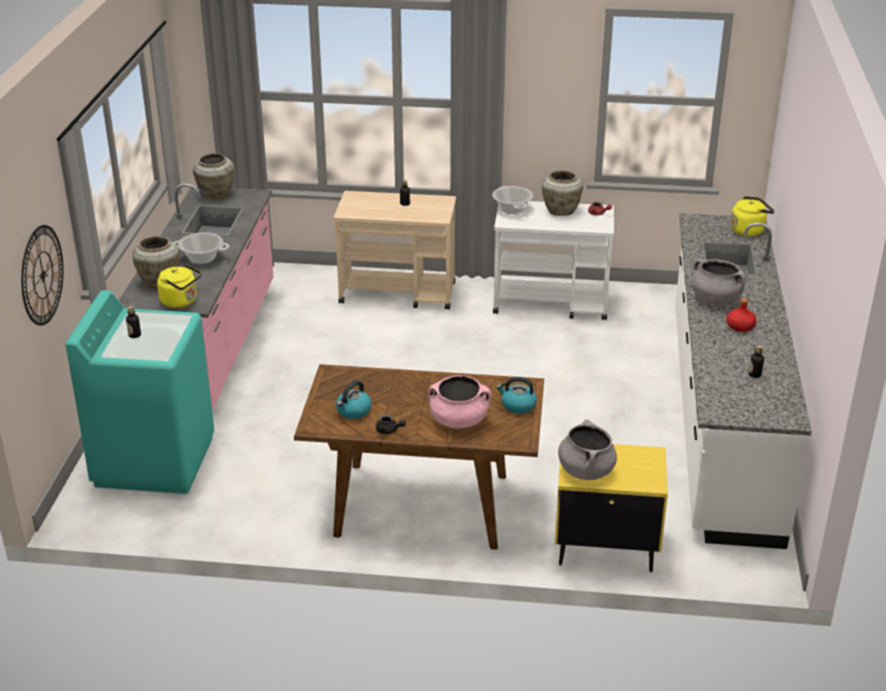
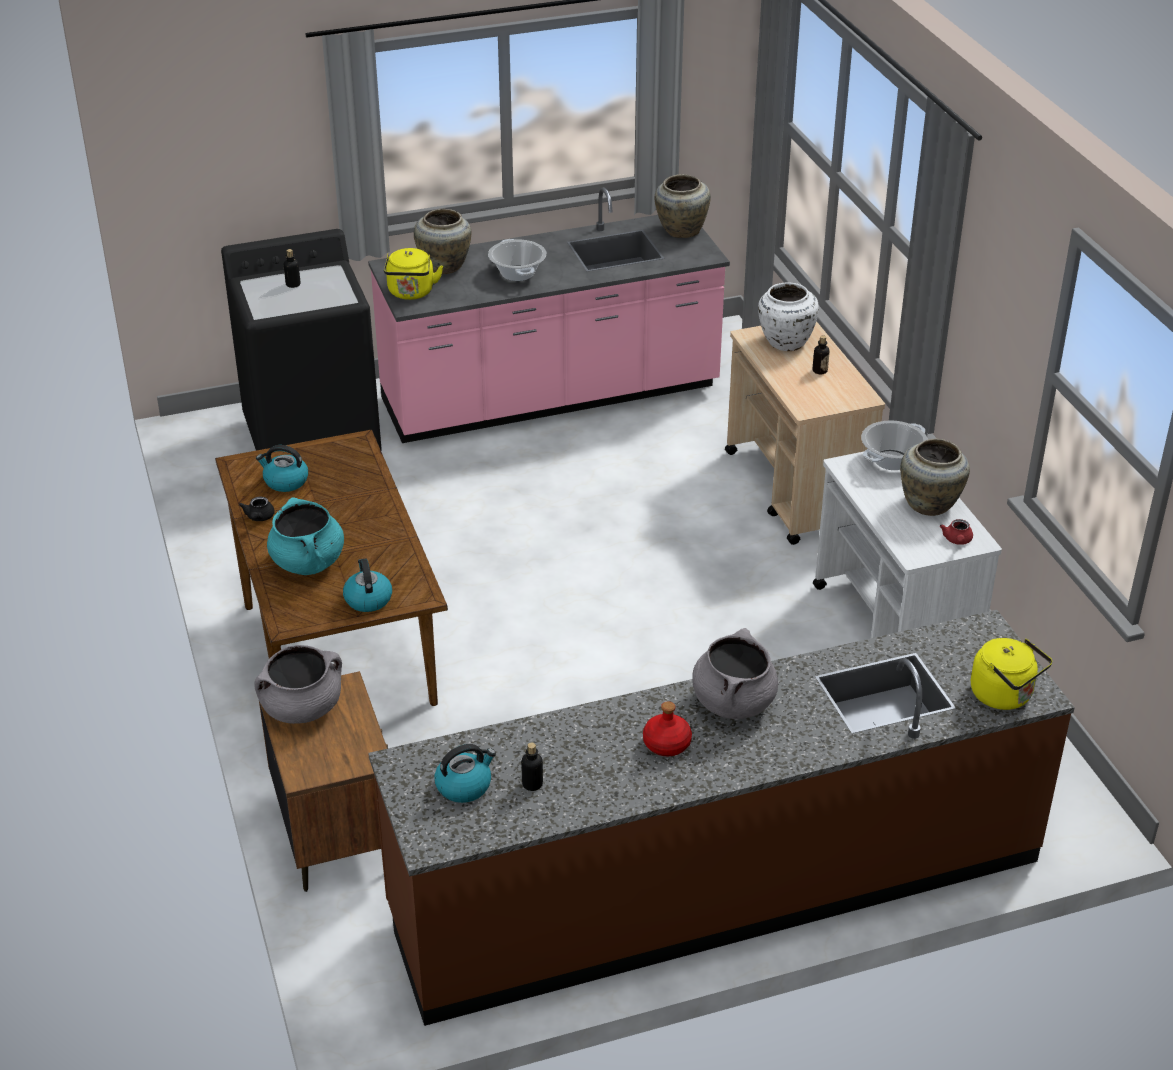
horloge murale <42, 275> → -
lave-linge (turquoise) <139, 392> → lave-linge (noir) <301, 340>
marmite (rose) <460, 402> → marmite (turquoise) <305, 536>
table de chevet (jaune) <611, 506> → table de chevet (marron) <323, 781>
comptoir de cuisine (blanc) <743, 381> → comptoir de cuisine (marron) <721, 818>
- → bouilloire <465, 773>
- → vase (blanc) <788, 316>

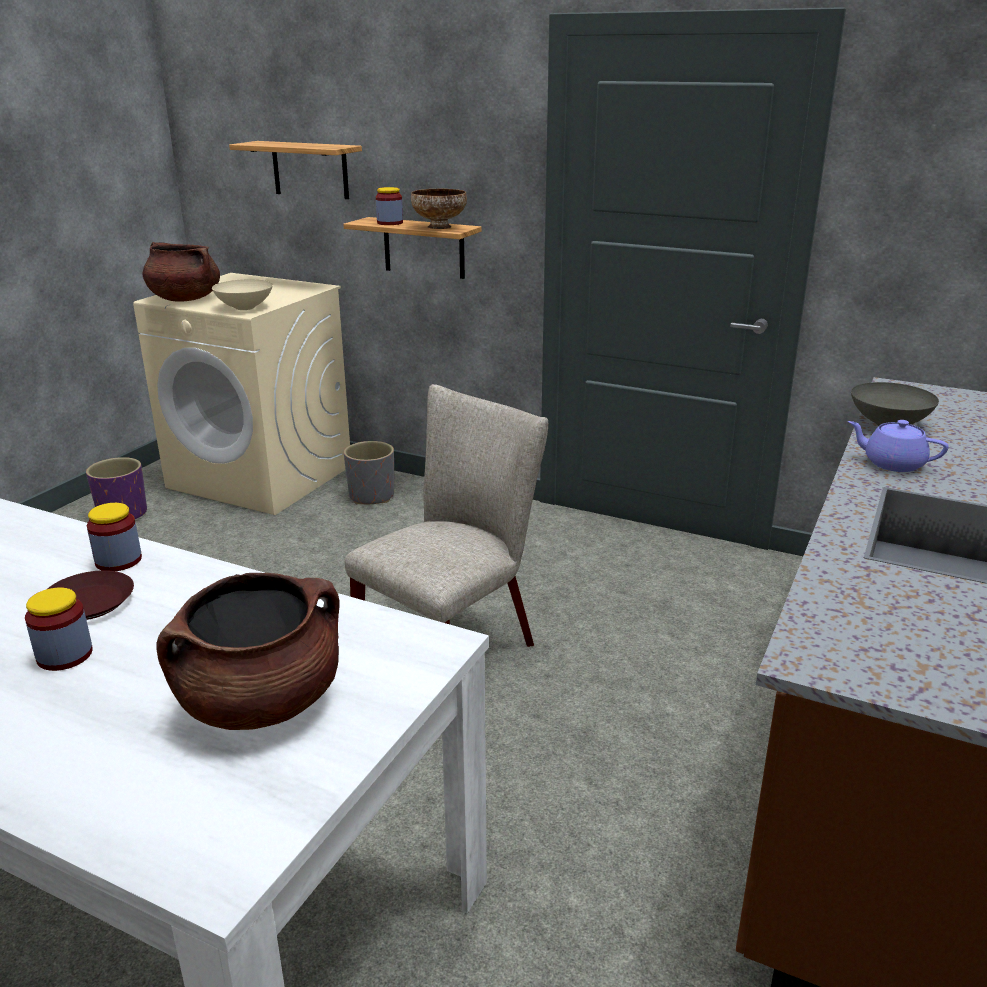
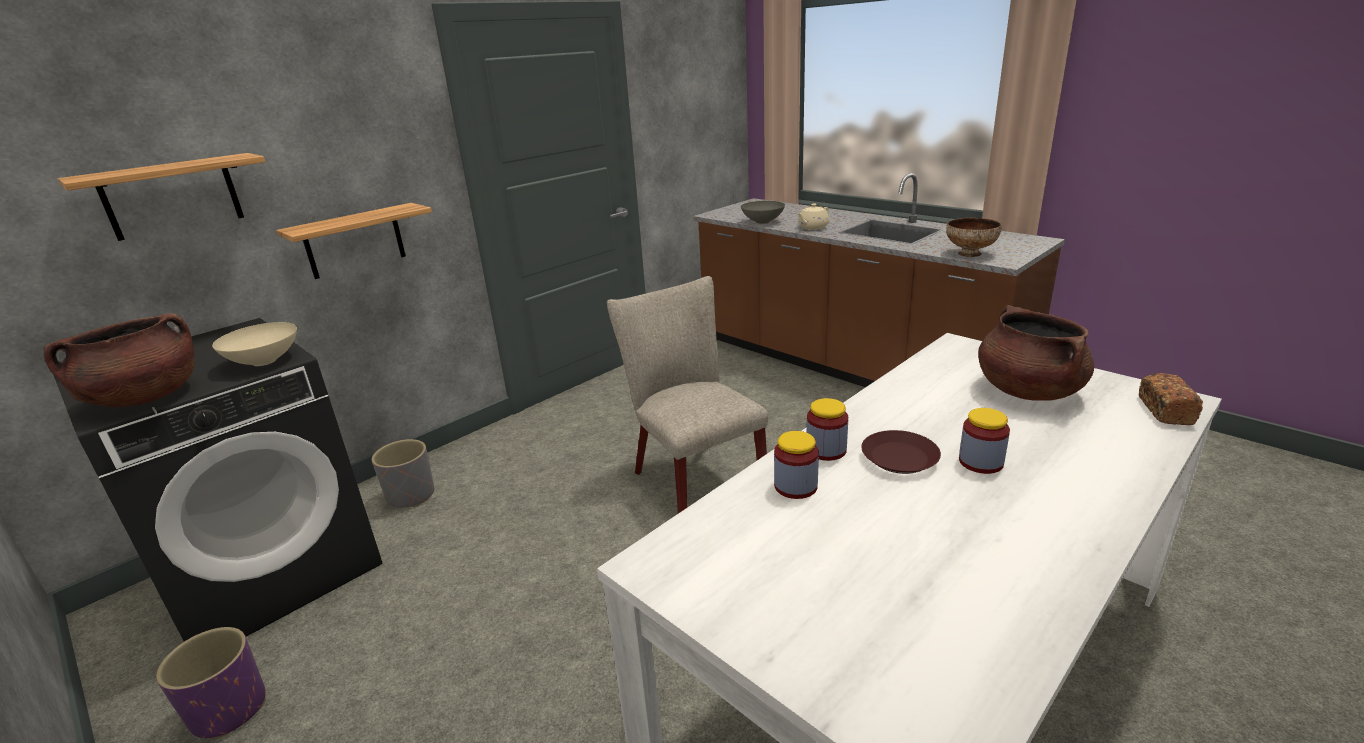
lave-linge (beige) <241, 394> → lave-linge (noir) <218, 479>
bocal <389, 206> → bocal <796, 465>, shifted
bol <439, 209> → bol <973, 237>, shifted
théière (violet) <898, 446> → théière (beige) <813, 216>
- → pain <1171, 399>

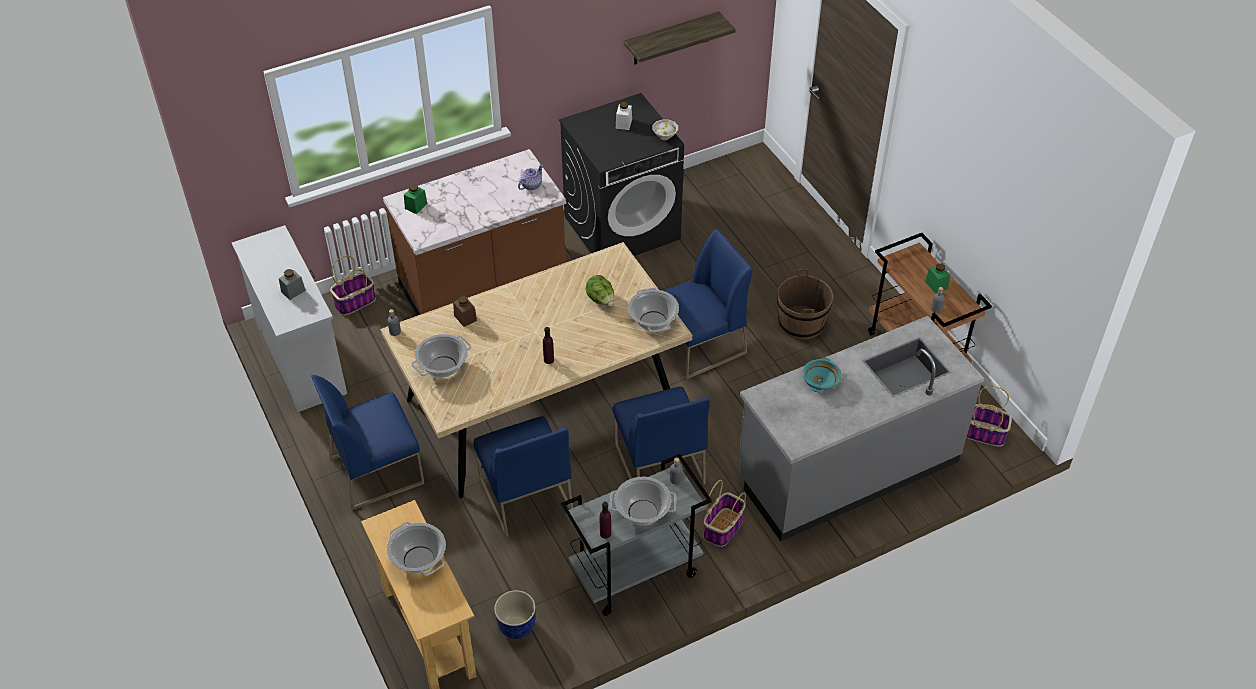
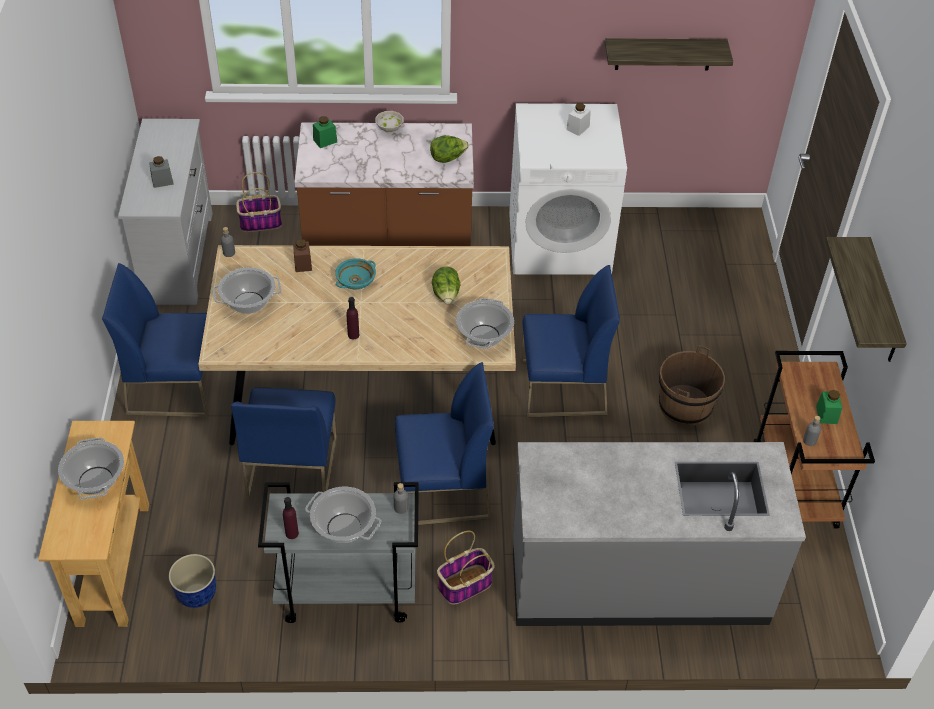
théière <530, 177> → laitue <449, 149>
lave-linge (noir) <621, 174> → lave-linge (blanc) <568, 189>
chaise (bleu) <661, 436> → chaise (bleu) <444, 443>, 105 degrees counterclockwise
bol (blanc) <665, 129> → bol (blanc) <389, 122>, shifted
bol (turquoise) <822, 375> → bol (turquoise) <355, 273>, shifted
panier <989, 416> → -
- → étagère <866, 299>

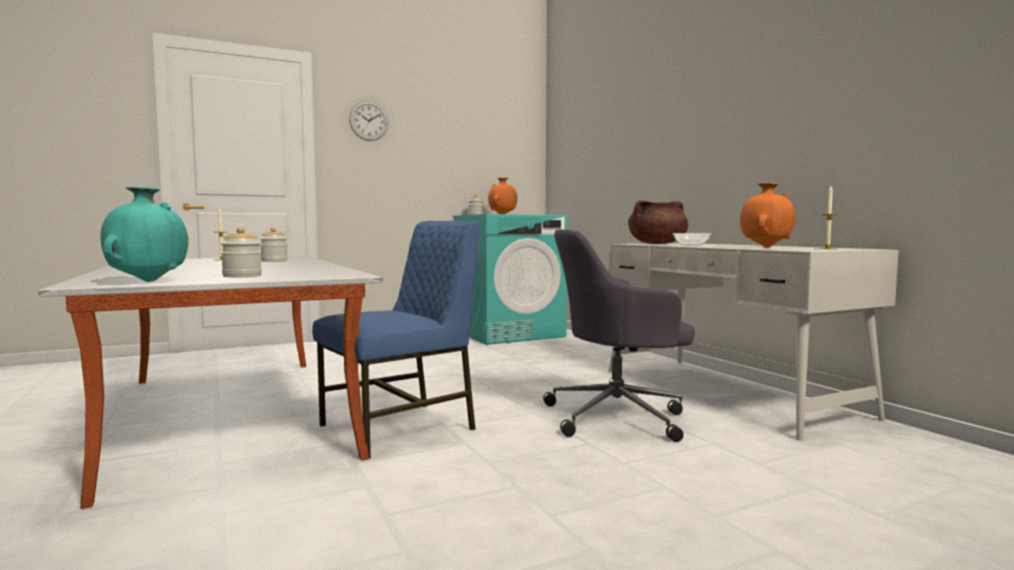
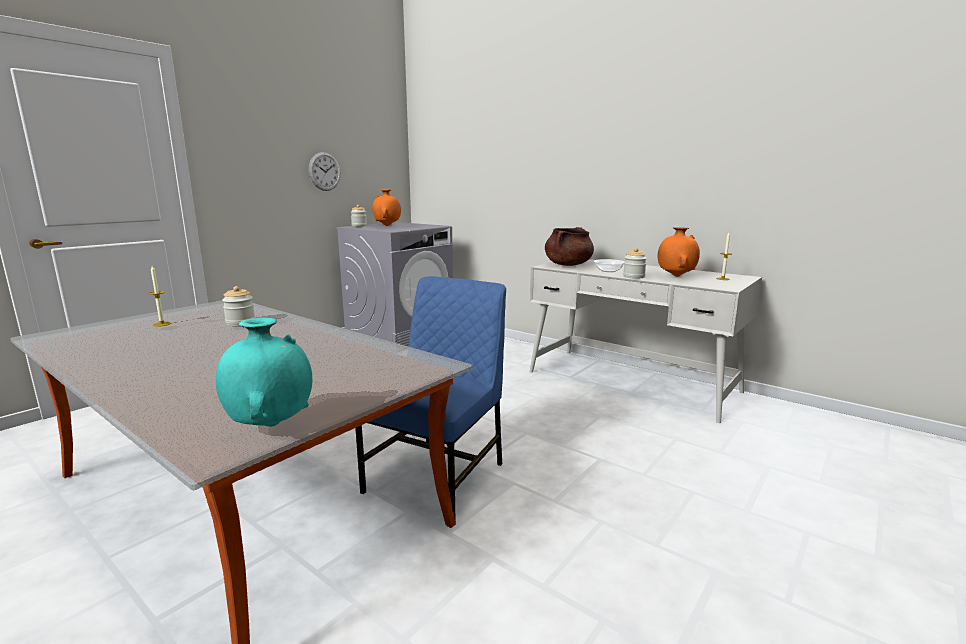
bocal <241, 252> → bocal <635, 263>, shifted
horloge murale <368, 121> → horloge murale <325, 171>, shifted
lave-linge (turquoise) <510, 279> → lave-linge (gris) <394, 284>
chaise de bureau (gris) <619, 335> → -

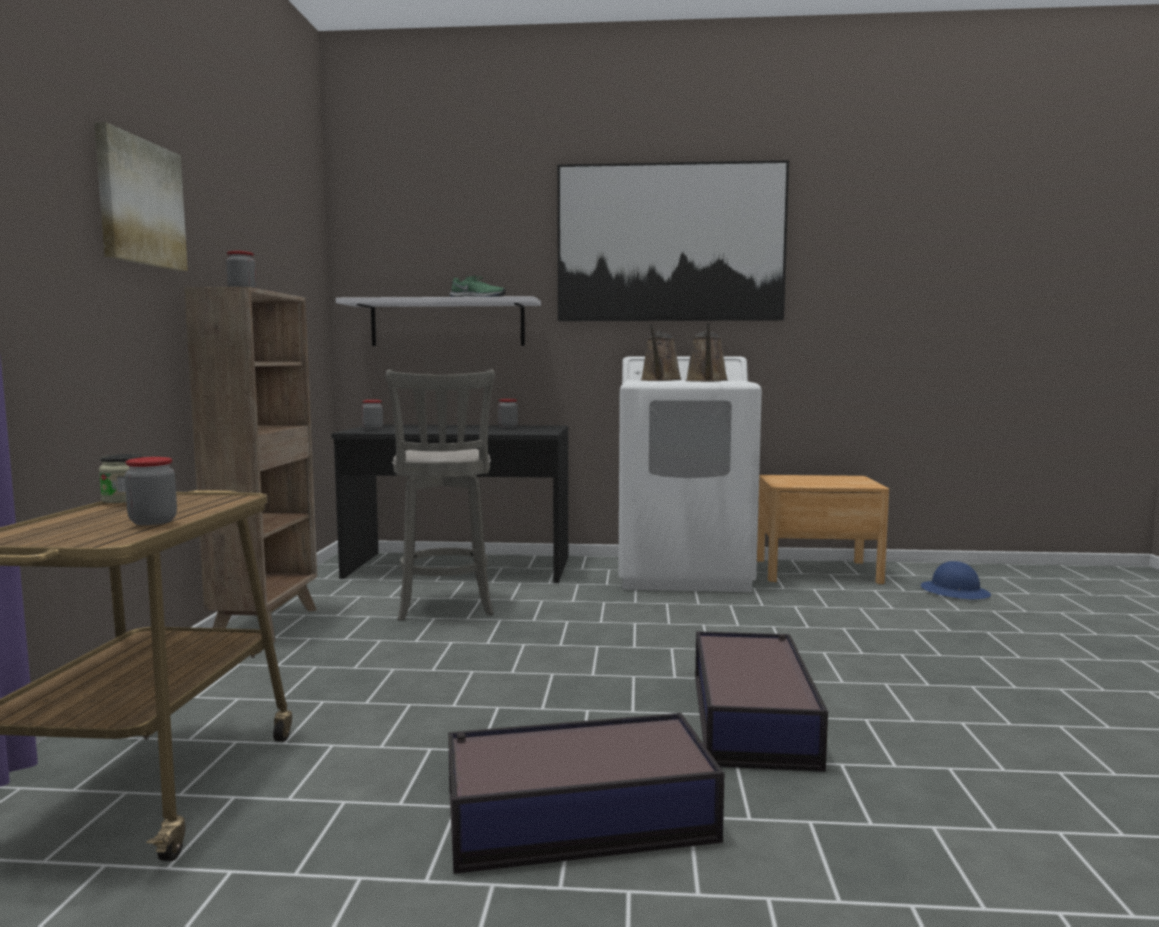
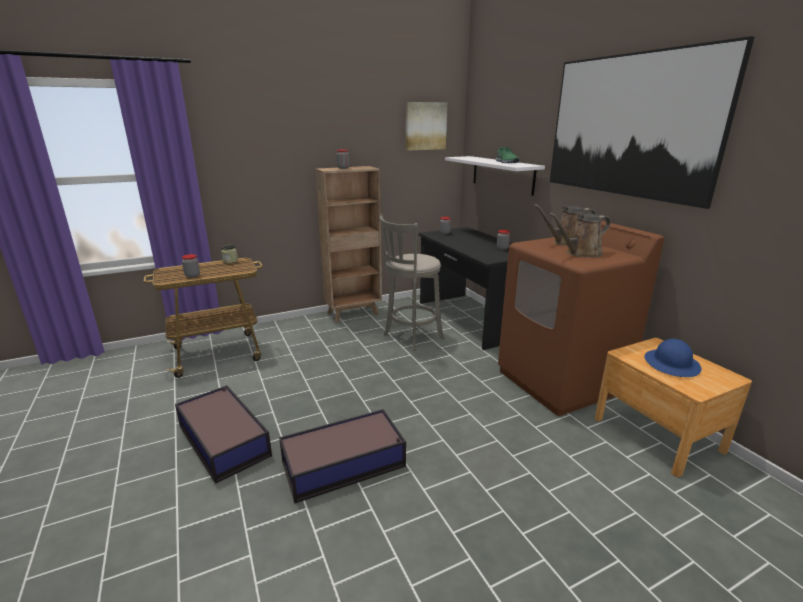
tableau <141, 196> → tableau <426, 126>, shifted
lave-linge (blanc) <690, 474> → lave-linge (marron) <581, 318>
casque de chantier (bleu) <956, 580> → casque de chantier (bleu) <673, 358>, shifted

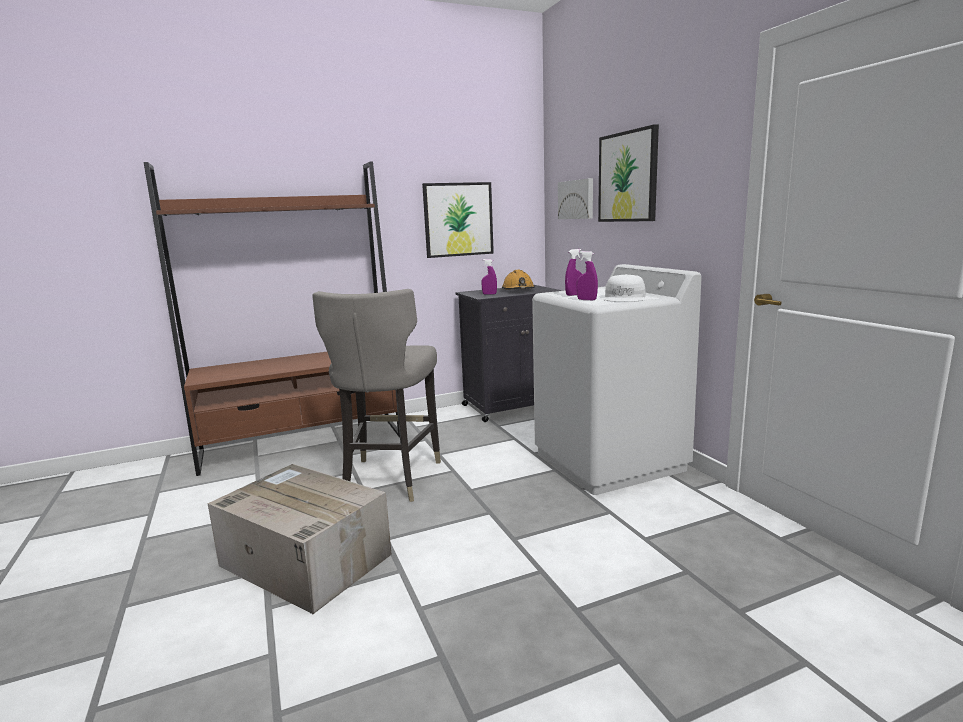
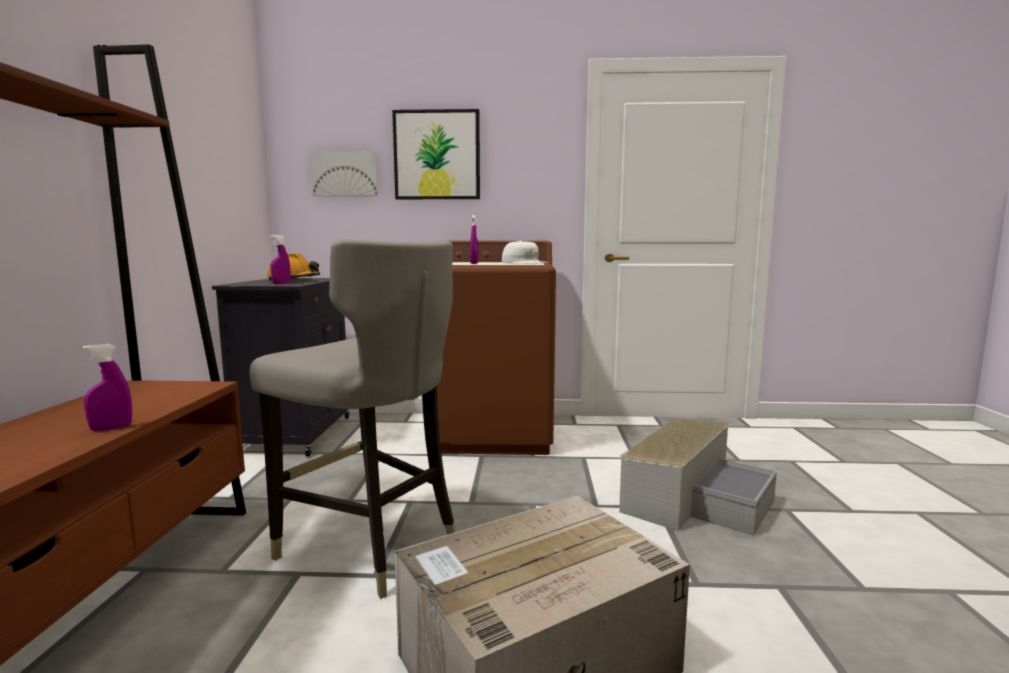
tableau <458, 220> → -
lave-linge (blanc) <617, 379> → lave-linge (marron) <496, 348>
vaporisateur (violet) <587, 275> → vaporisateur (violet) <107, 387>, shifted
- → boîte de rangement (gris) <698, 477>

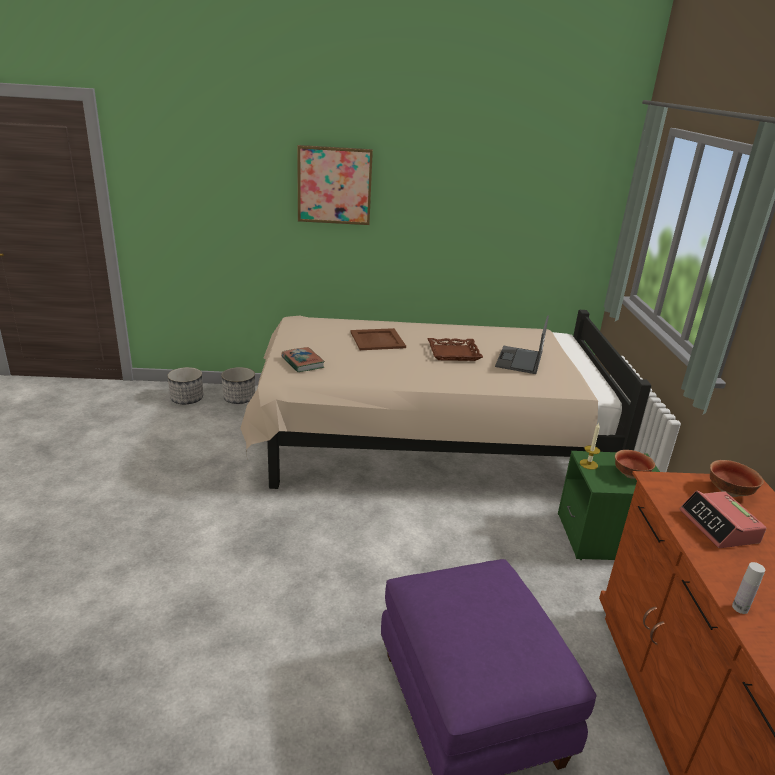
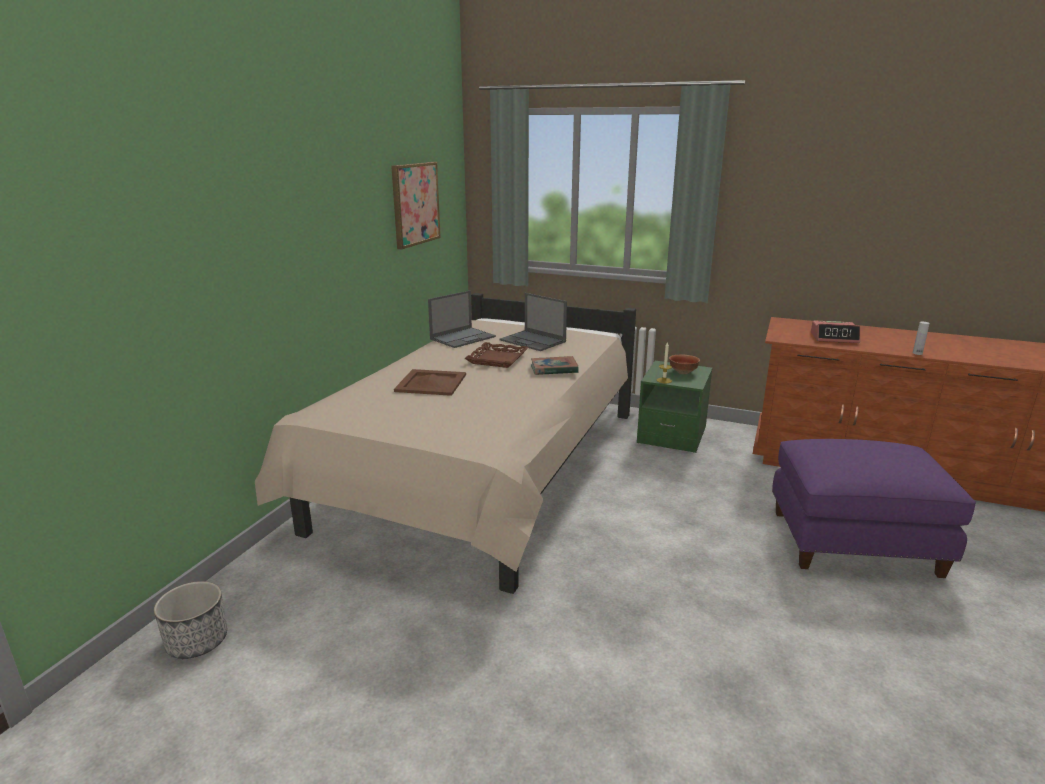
cache-pot <238, 385> → -
livre <303, 359> → livre <555, 365>, shifted
tableau <335, 185> → tableau <416, 205>, shifted
bol <737, 478> → -
- → ordinateur portable <462, 319>

